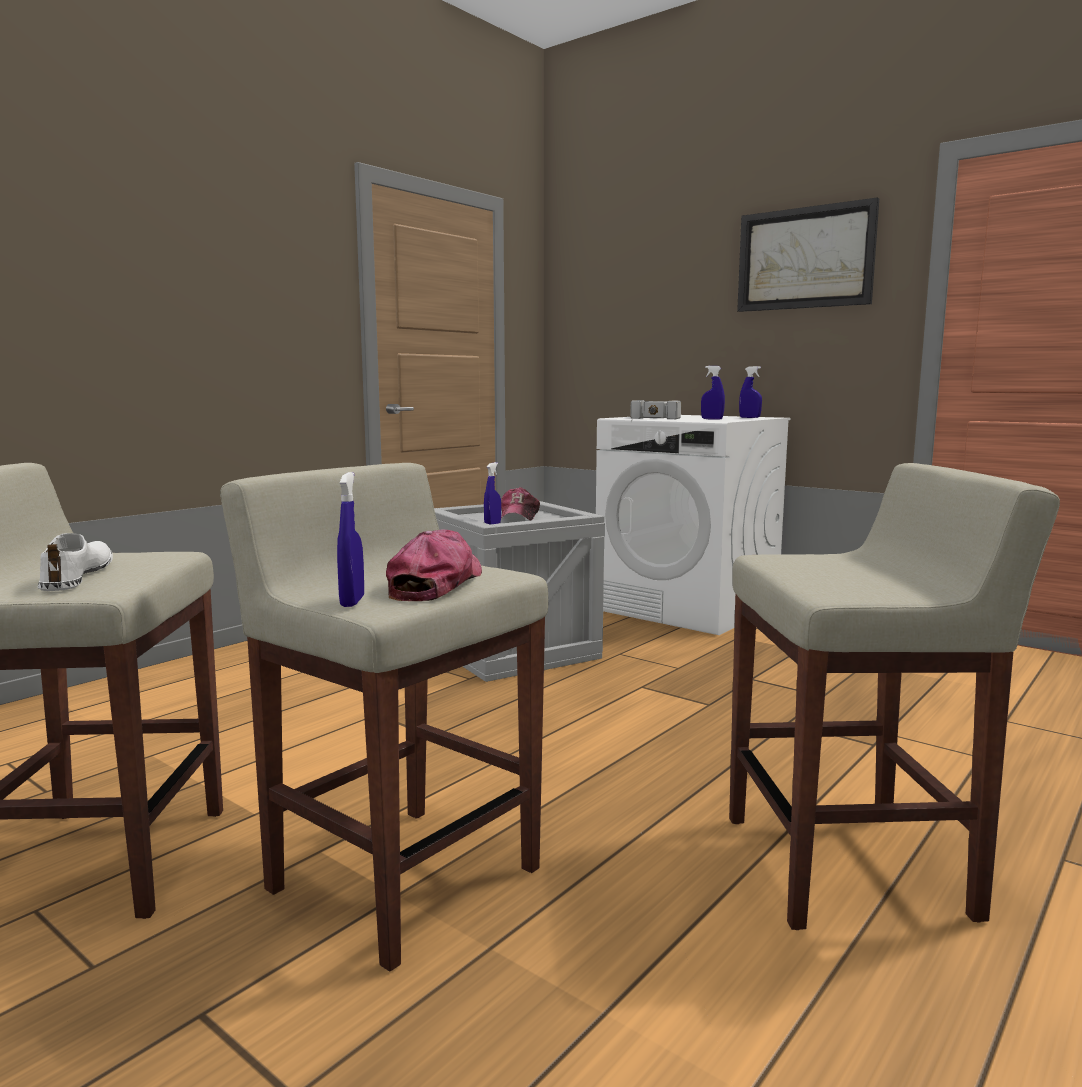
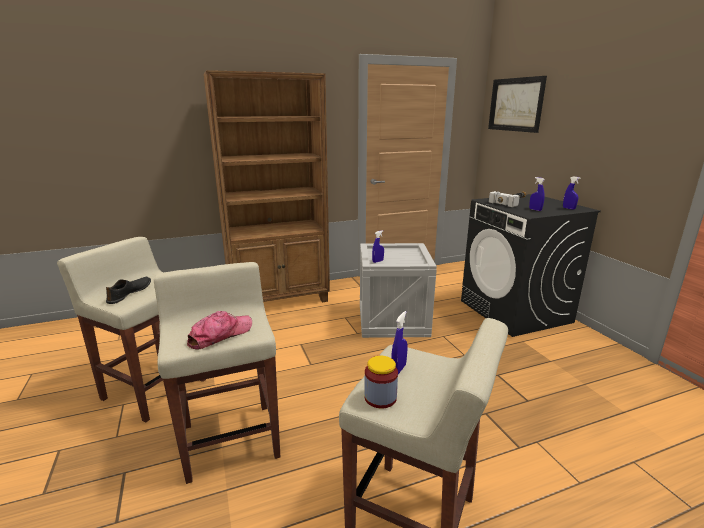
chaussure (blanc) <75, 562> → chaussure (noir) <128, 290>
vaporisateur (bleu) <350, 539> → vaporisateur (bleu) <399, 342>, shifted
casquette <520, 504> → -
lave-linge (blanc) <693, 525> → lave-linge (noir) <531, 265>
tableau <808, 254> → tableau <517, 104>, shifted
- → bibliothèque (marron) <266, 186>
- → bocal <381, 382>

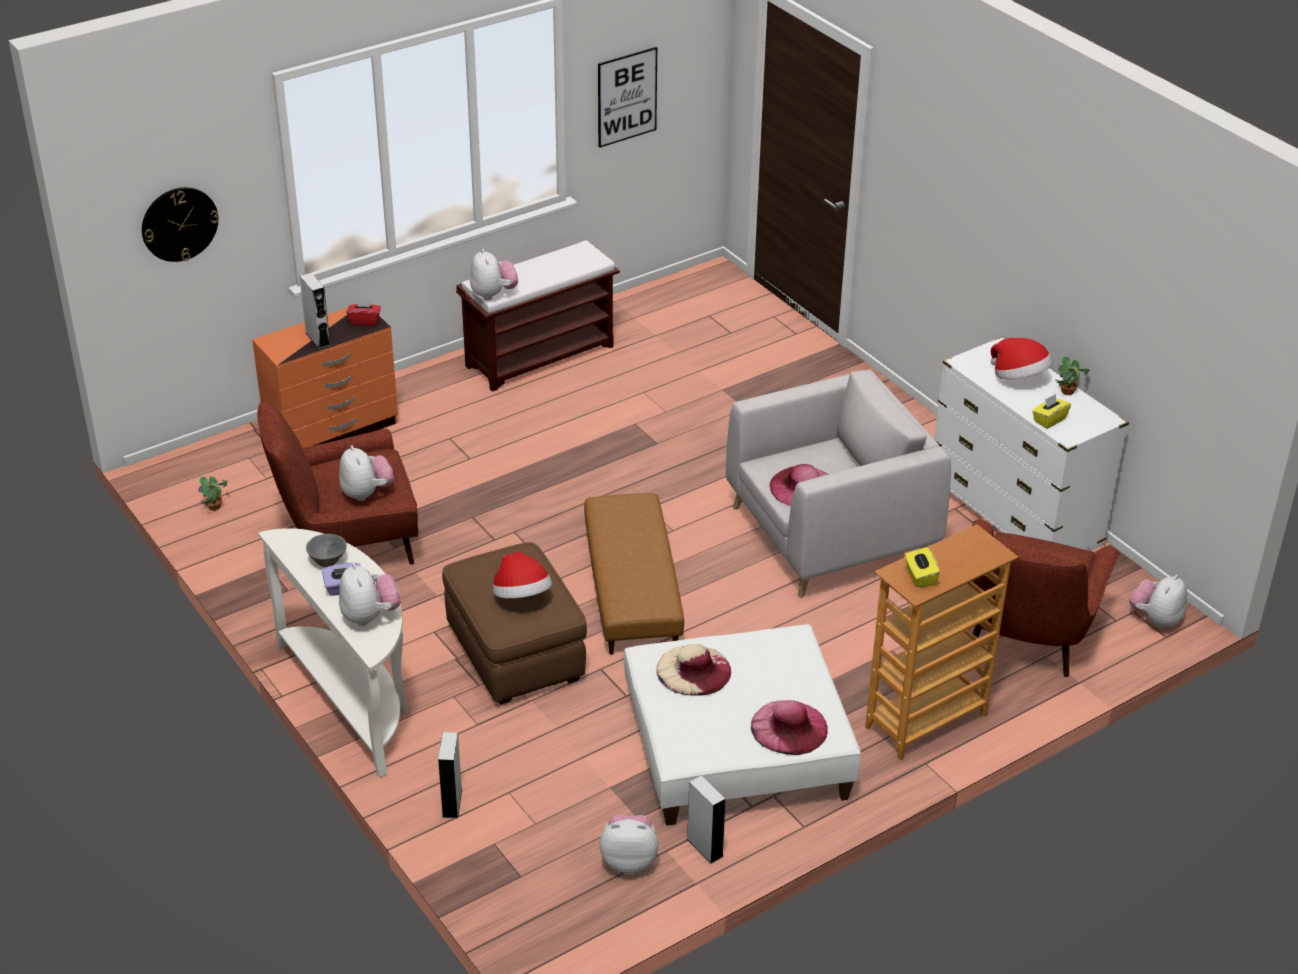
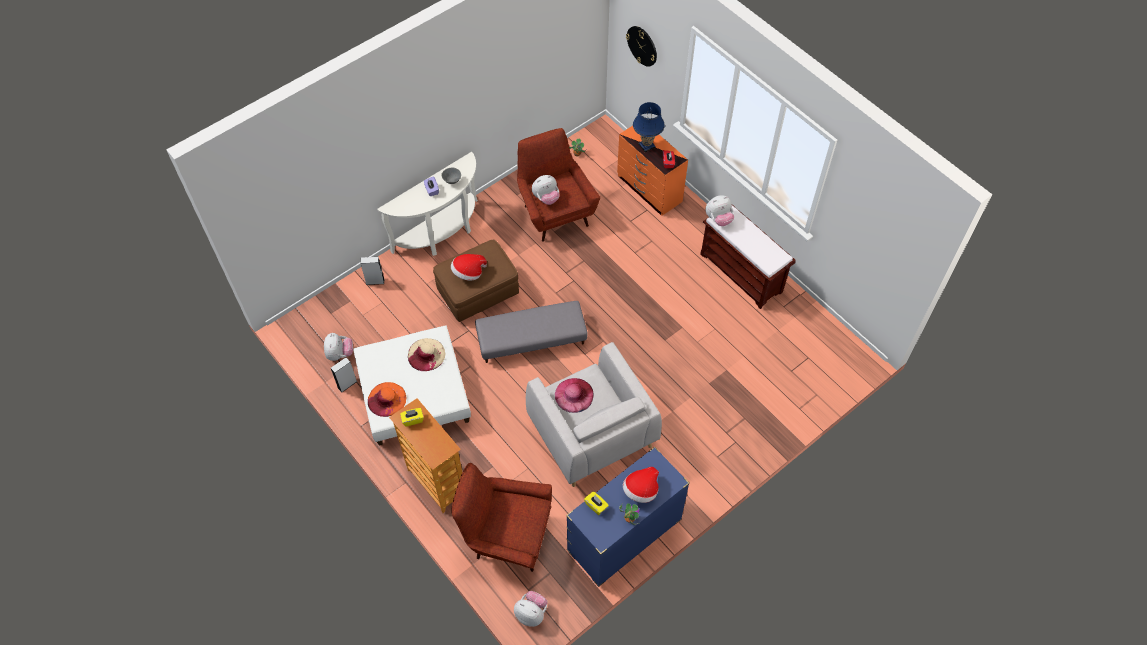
enceinte (gris) <314, 311> → lampe de table (bleu) <649, 127>
peluche <370, 594> → -
pouf (marron) <634, 574> → pouf (gris) <531, 332>
tableau <627, 97> → -
chapeau (rose) <789, 727> → chapeau (orange) <387, 399>
commode (blanc) <1031, 443> → commode (bleu) <628, 517>

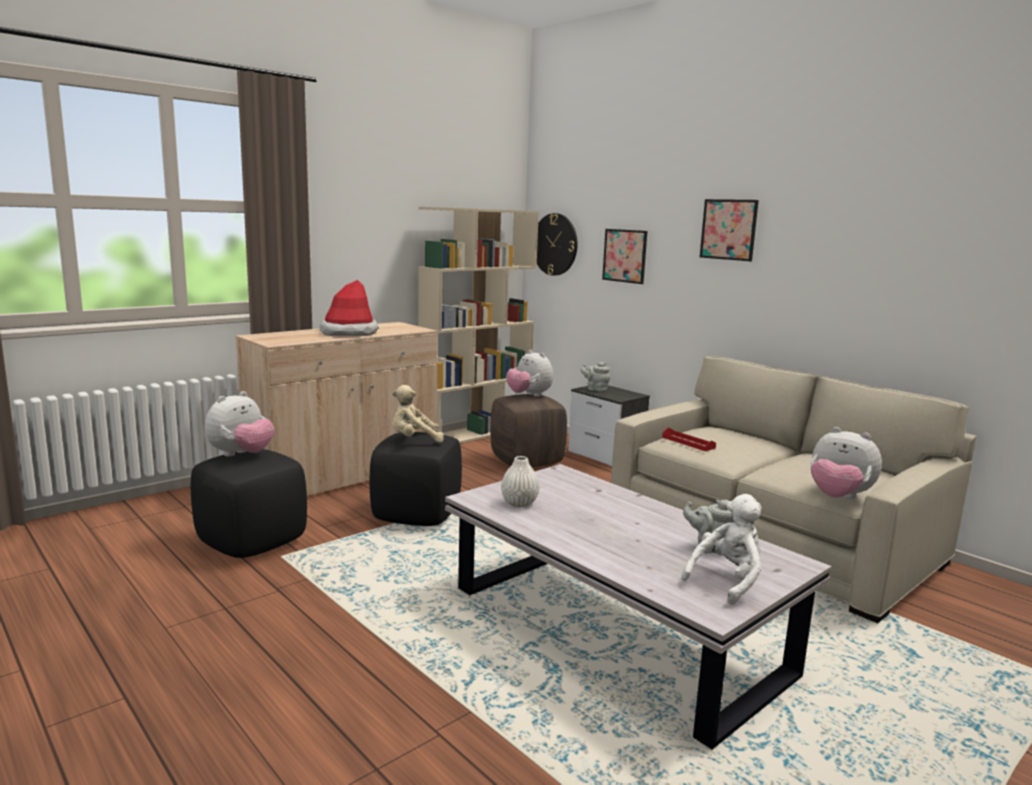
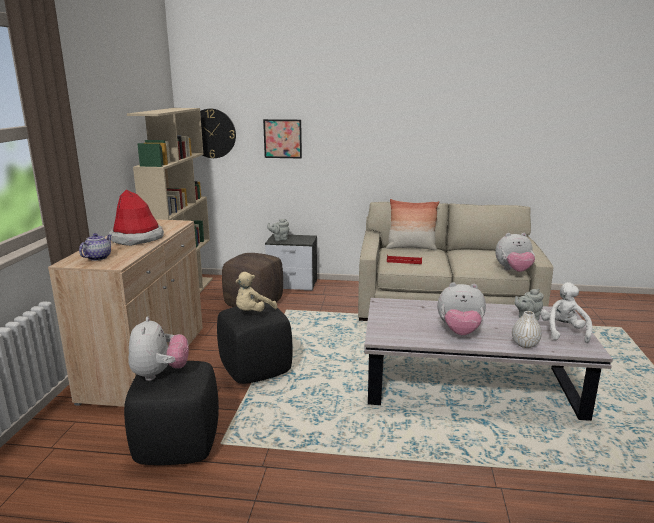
vase (blanc) <520, 481> → vase (blanc) <527, 329>, shifted
peluche <529, 373> → peluche <461, 308>, shifted
tableau <729, 230> → -
- → théière <95, 247>
- → coussin <412, 224>

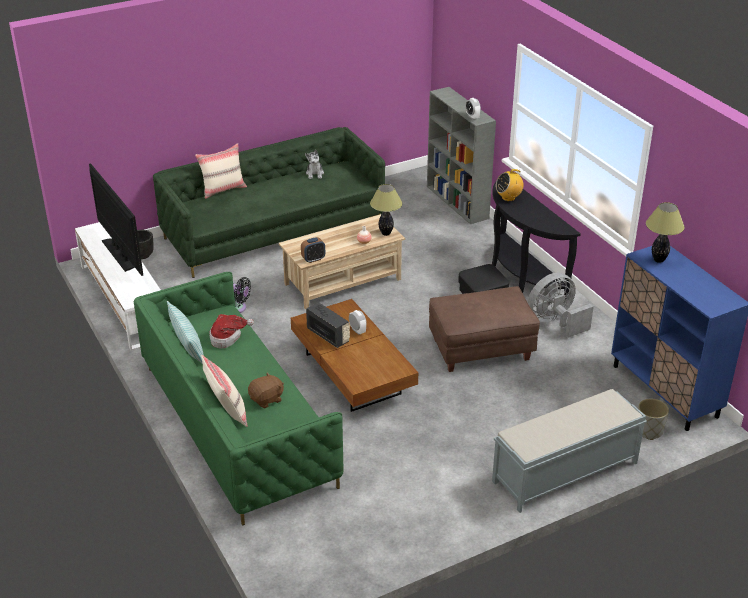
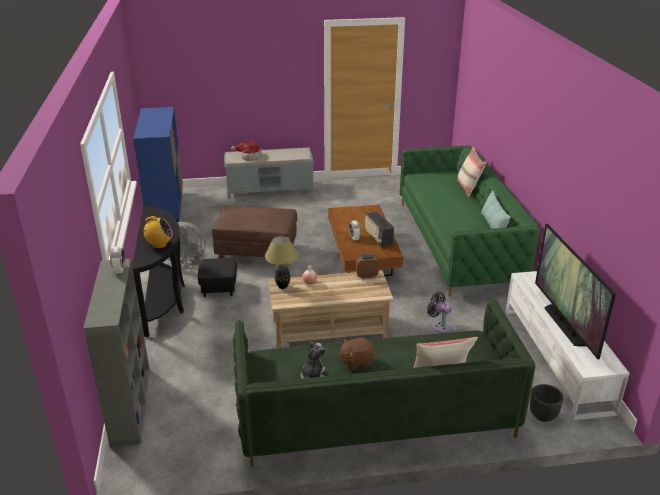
chapeau <232, 331> → chapeau <246, 150>, shifted
peluche (marron) <266, 390> → peluche (marron) <356, 354>, shifted
cache-pot (gris) <653, 419> → -
lampe de table <665, 232> → -

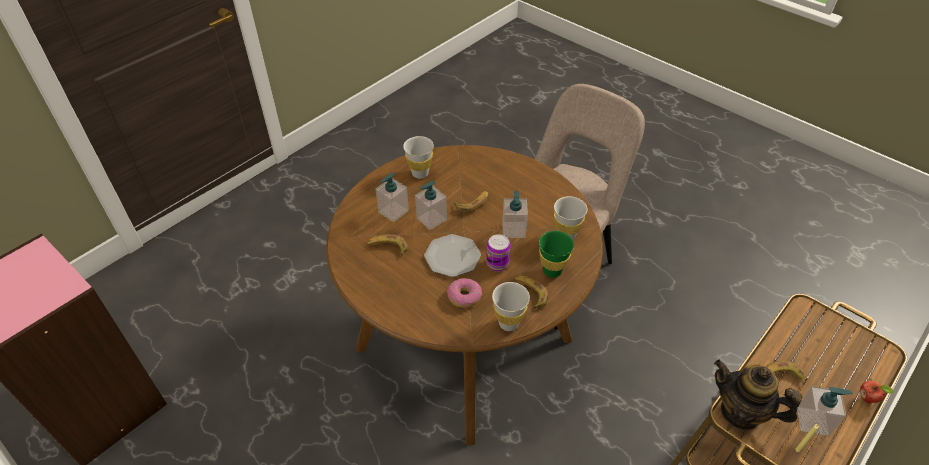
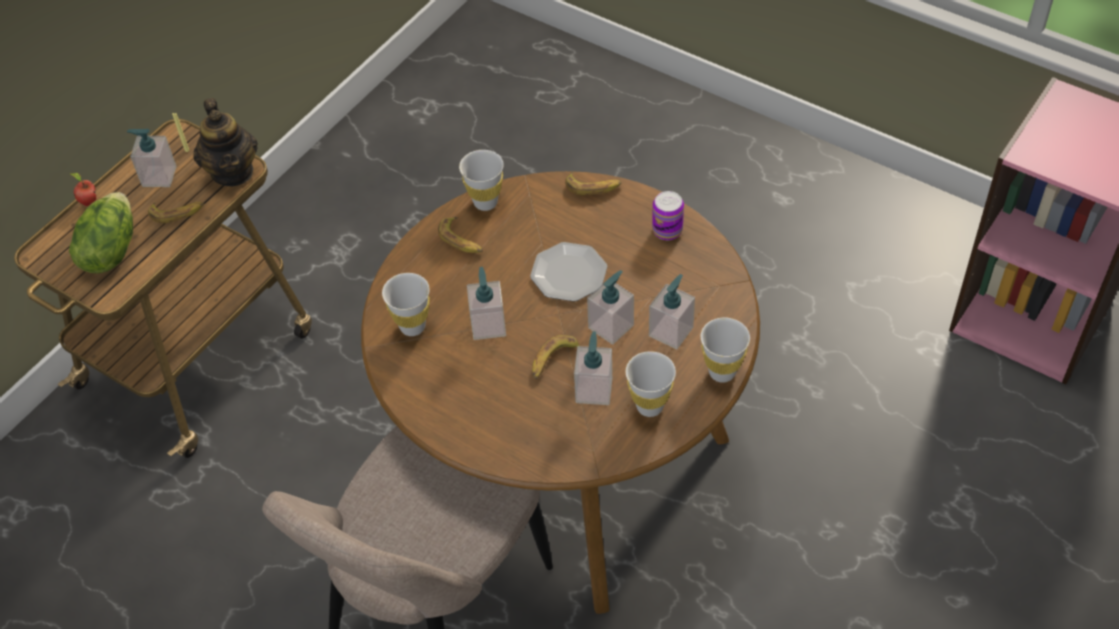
banane <387, 245> → banane <593, 183>, shifted
beignet <464, 293> → -
boîte métallique <498, 253> → boîte métallique <668, 215>, shifted
tasse (vert) <556, 254> → -
théière <758, 395> → théière <225, 142>, 45 degrees clockwise
- → laitue <101, 233>
- → distributeur de savon <593, 368>
- → tasse (blanc) <725, 350>

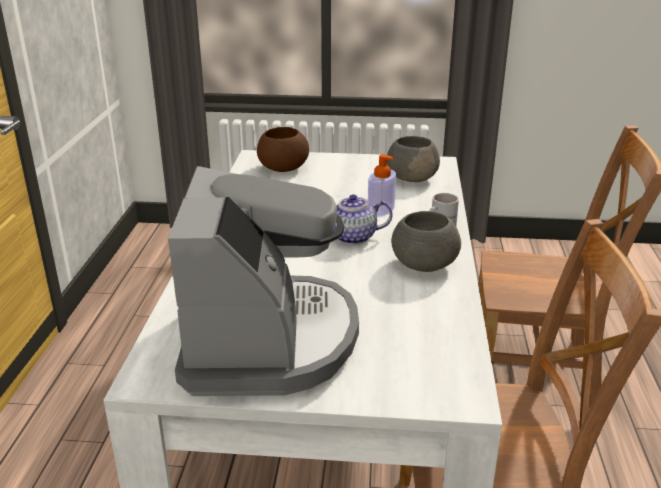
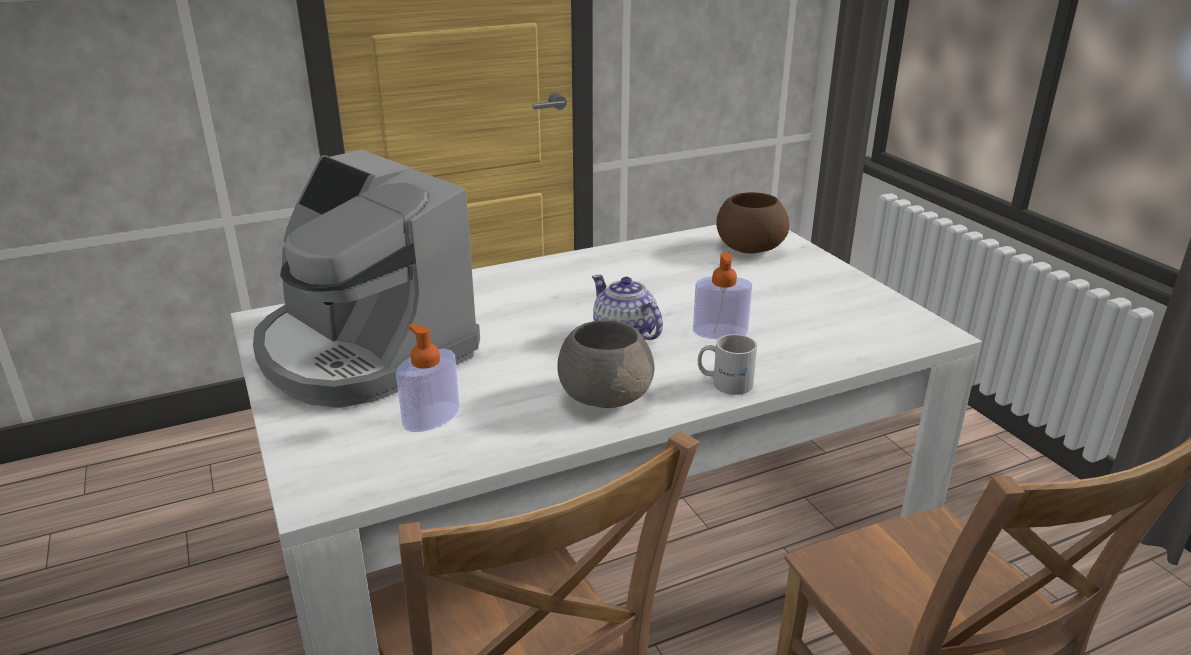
machine à café <263, 281> → machine à café <366, 279>, 75 degrees clockwise
bol (gris) <413, 159> → -
- → distributeur de savon <427, 377>

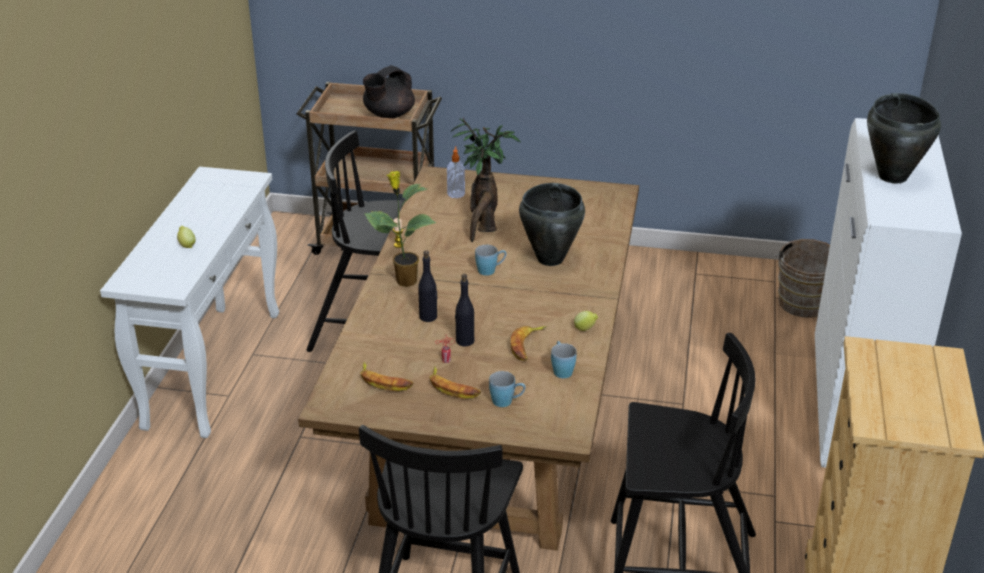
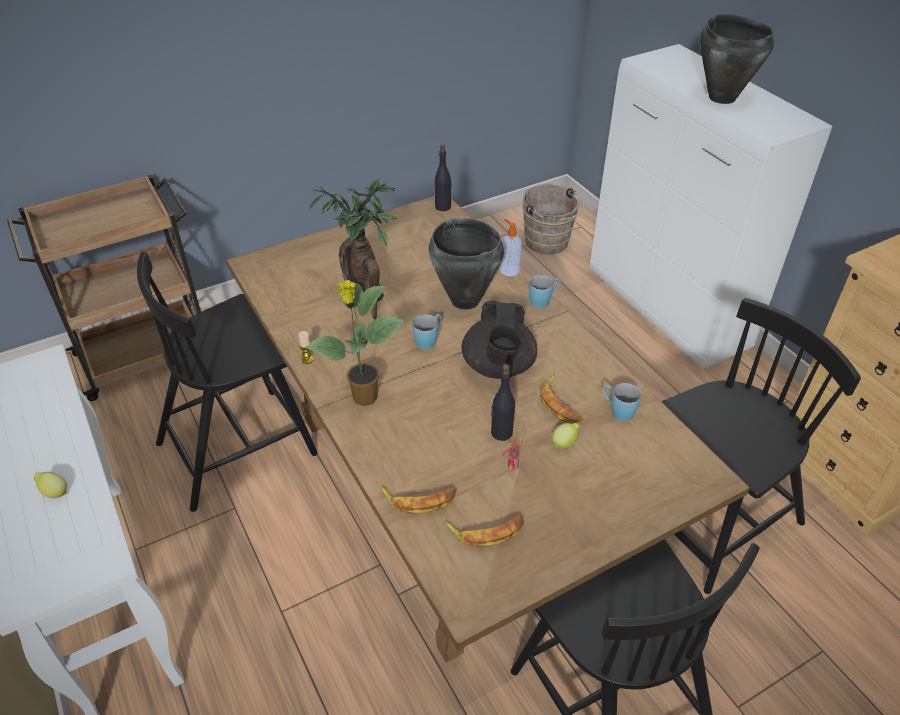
théière (noir) <389, 91> → théière (noir) <499, 339>, shifted
bouteille (noir) <427, 286> → bouteille (noir) <443, 177>, shifted
banane <455, 382> → banane <418, 500>, shifted
distributeur de savon <456, 172> → distributeur de savon <511, 247>, shifted
mug (bleu) <507, 389> → mug (bleu) <544, 292>, shifted
citron <586, 321> → citron <566, 436>, shifted

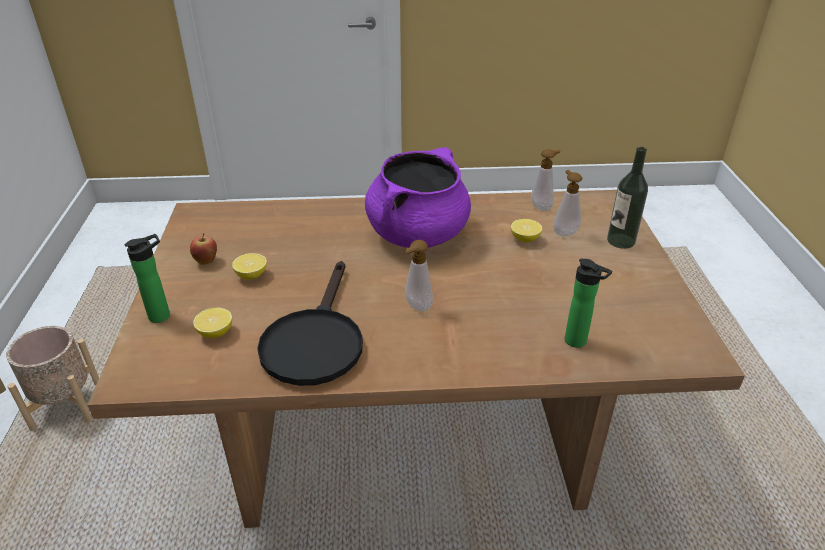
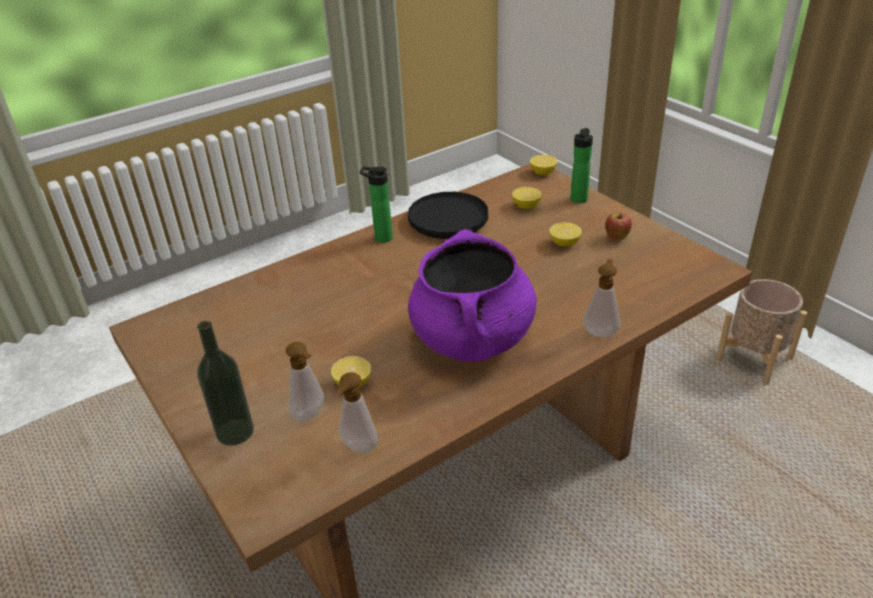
distributeur de savon <418, 275> → distributeur de savon <602, 298>, shifted
bouteille <588, 303> → bouteille <376, 204>, shifted
- → citron <544, 165>

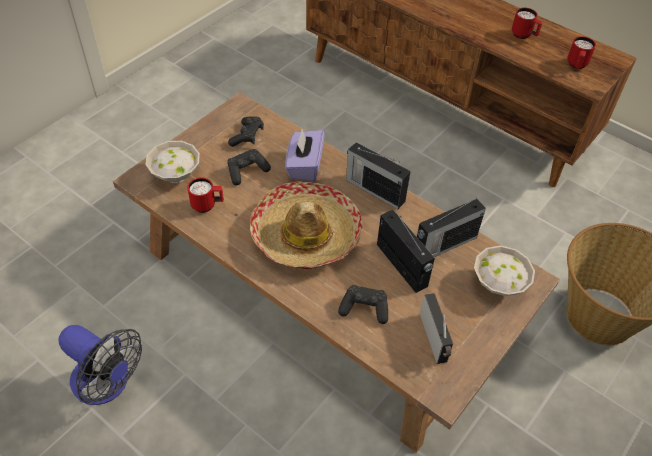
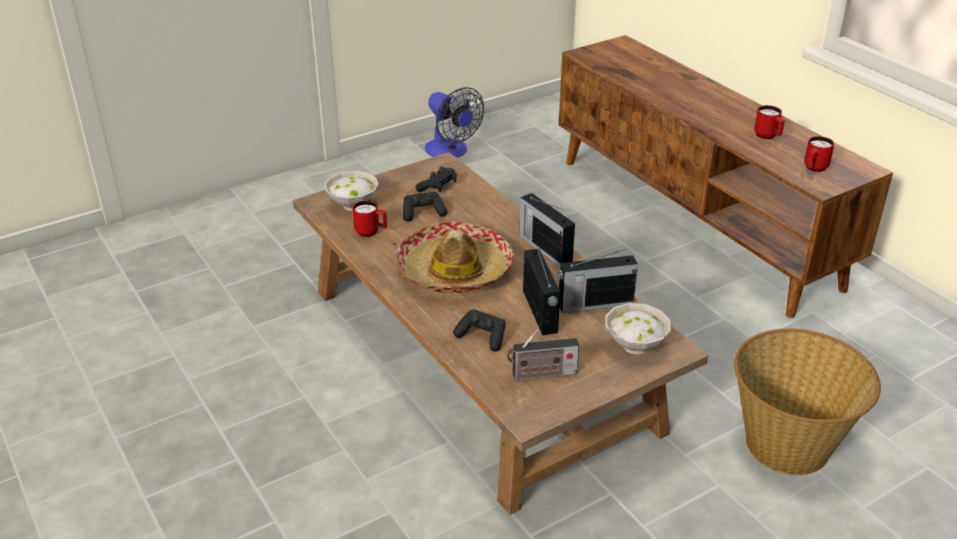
ventilateur <100, 365> → ventilateur <454, 122>, shifted
boîte à mouchoirs (violet) <304, 155> → -
radio <436, 328> → radio <543, 355>, 75 degrees clockwise

